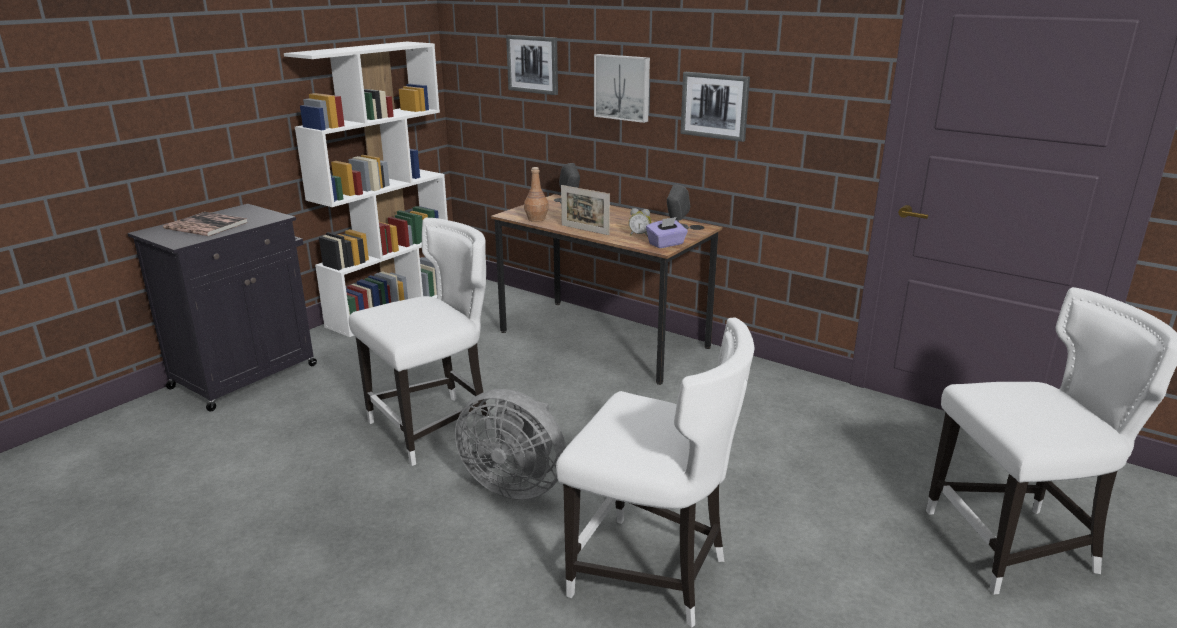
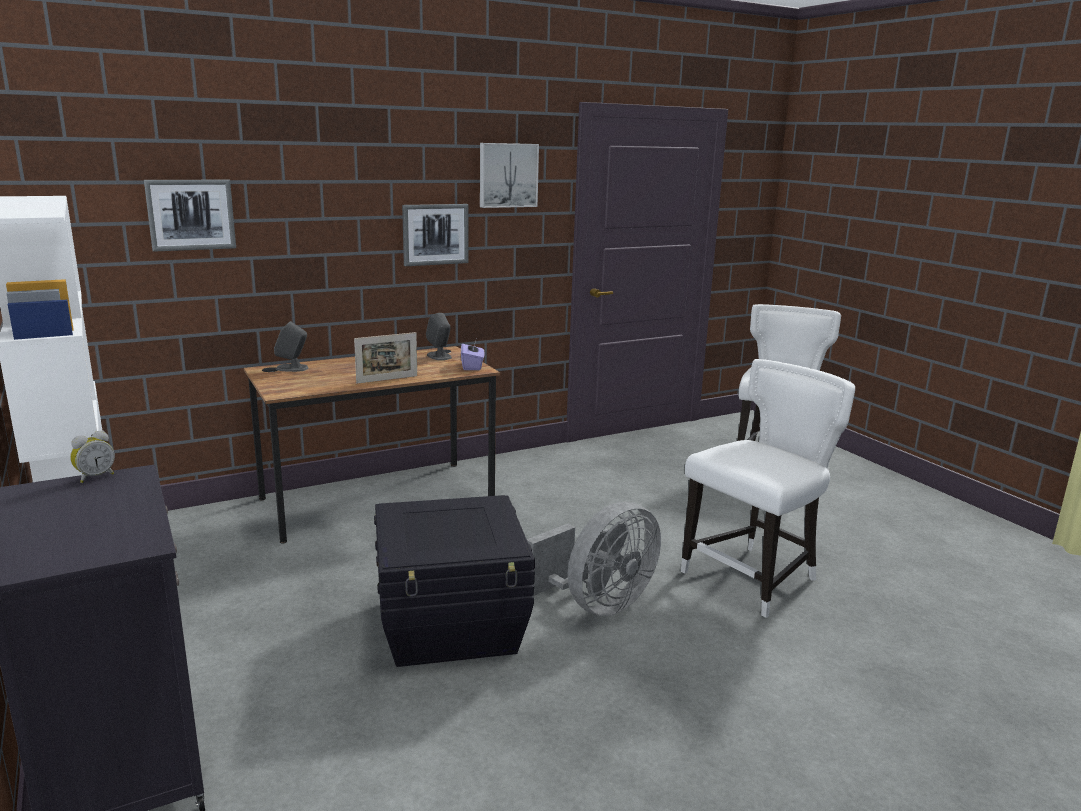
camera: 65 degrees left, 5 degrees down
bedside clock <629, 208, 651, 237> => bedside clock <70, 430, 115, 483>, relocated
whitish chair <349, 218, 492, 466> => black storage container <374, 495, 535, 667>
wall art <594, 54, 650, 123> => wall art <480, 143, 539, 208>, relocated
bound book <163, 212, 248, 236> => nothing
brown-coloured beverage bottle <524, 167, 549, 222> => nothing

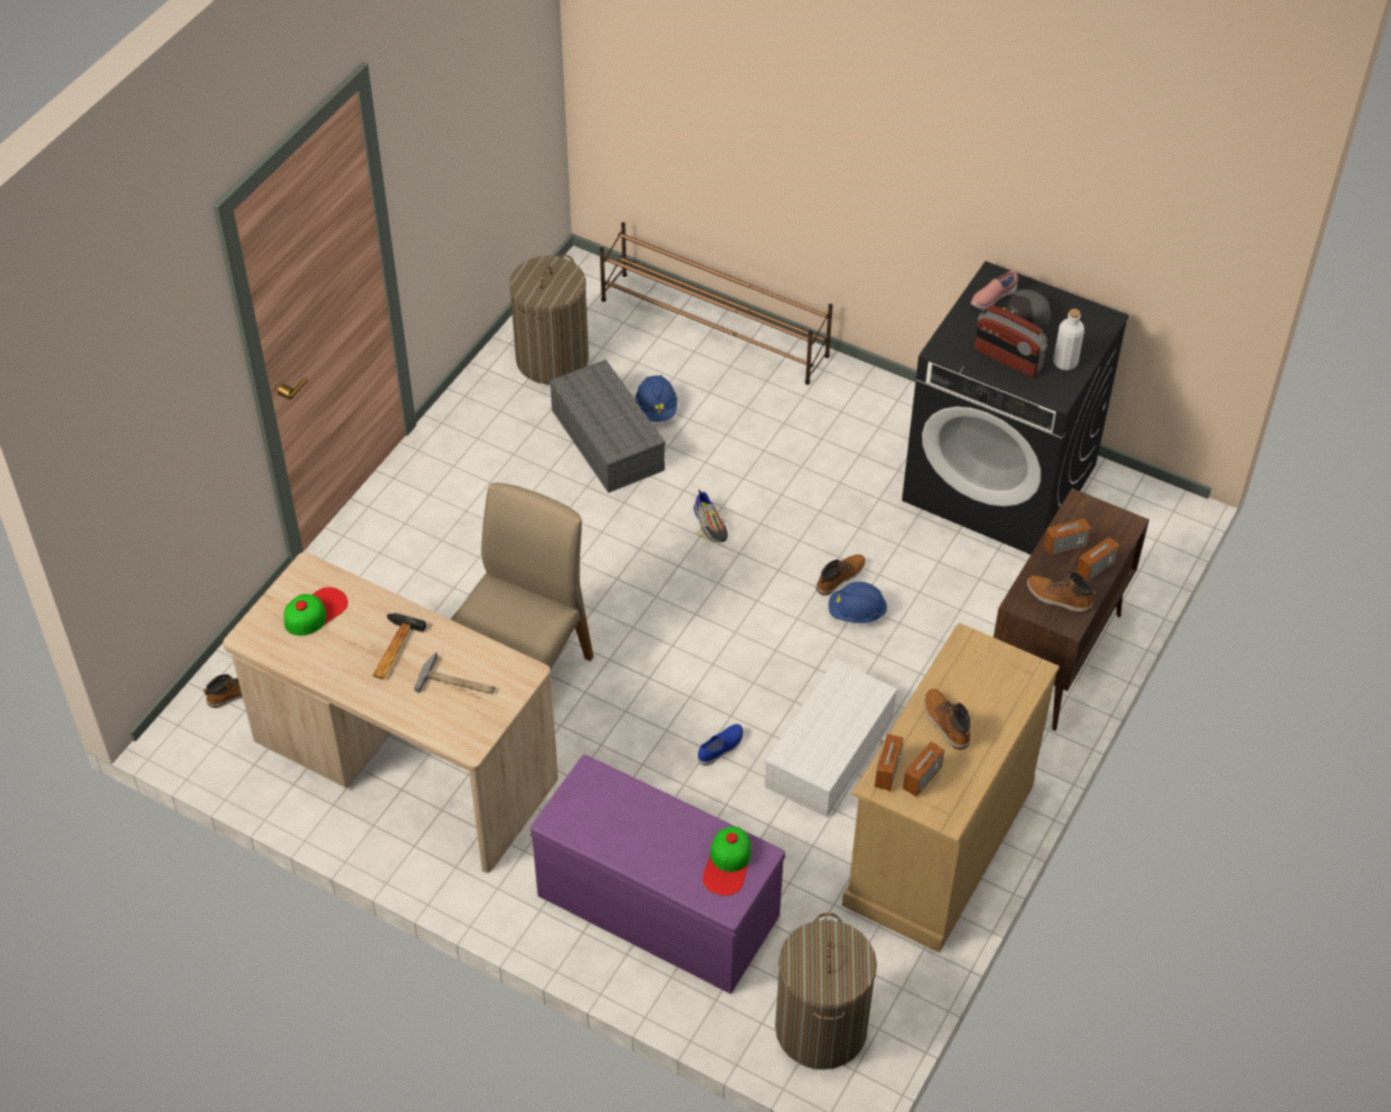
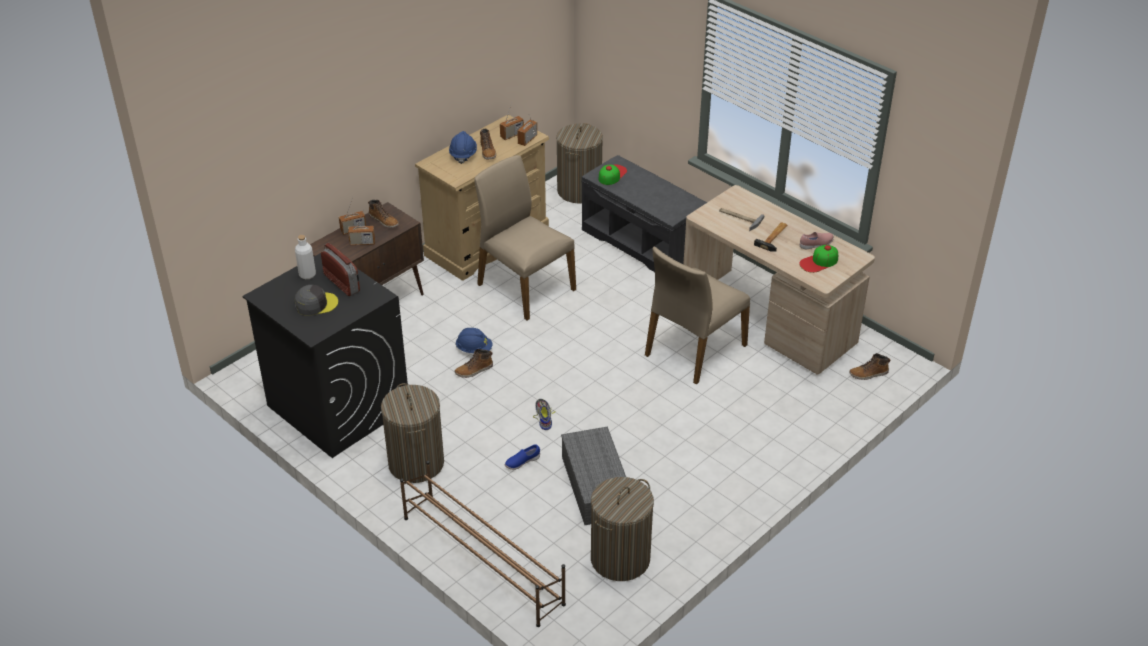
camera: 165 degrees left, 10 degrees down
nothing => laundry basket <381, 383, 444, 483>
blue safety helmet <635, 375, 677, 422> => blue safety helmet <449, 131, 477, 164>, relocated
whitish storage container <765, 659, 897, 818> => beige-coloured chair <474, 155, 576, 320>
blue item of footwear <698, 724, 743, 766> => blue item of footwear <505, 444, 540, 470>, relocated
purple bench <530, 755, 785, 994> => greyish bench <581, 155, 707, 272>
pink item of footwear <971, 271, 1018, 309> => pink item of footwear <800, 232, 834, 249>, relocated

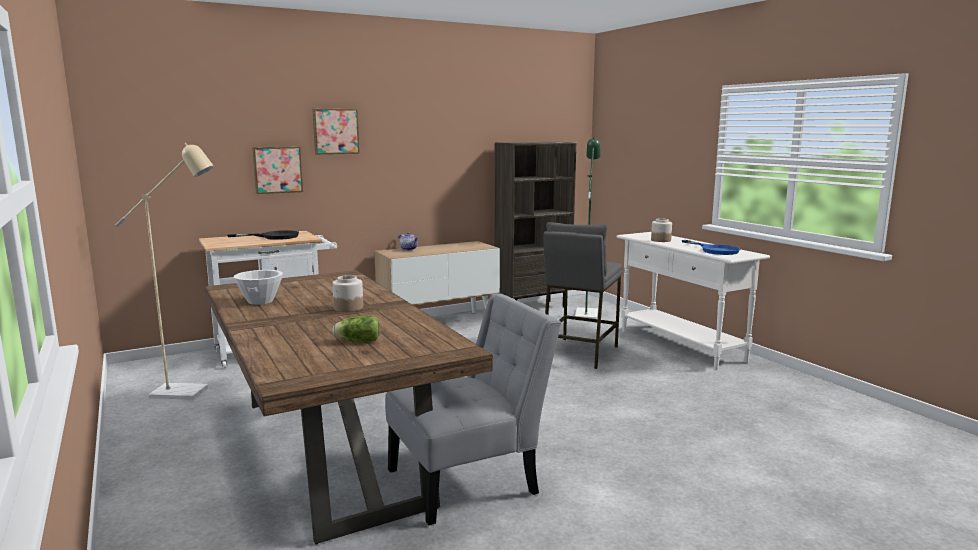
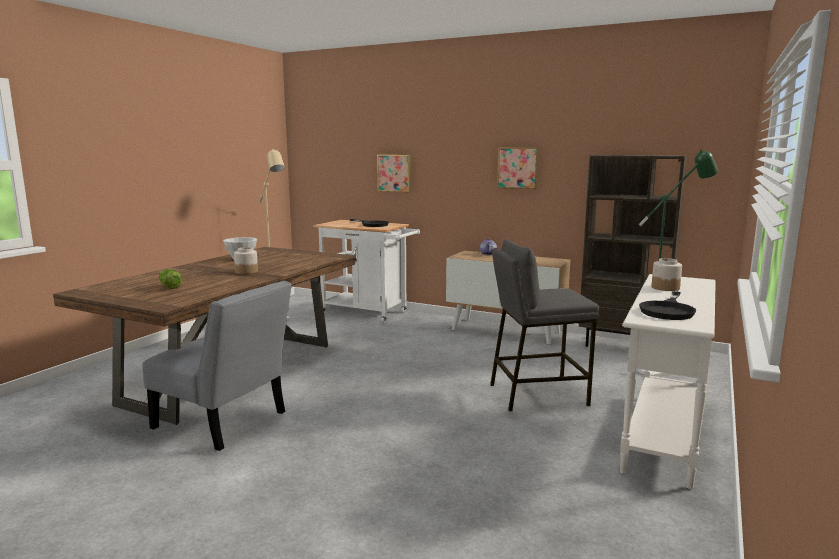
camera: 55 degrees right, 0 degrees up
wall art <312, 108, 360, 154> => wall art <497, 148, 539, 189>, relocated
blue skillet <682, 240, 740, 255> => black skillet <639, 291, 696, 320>

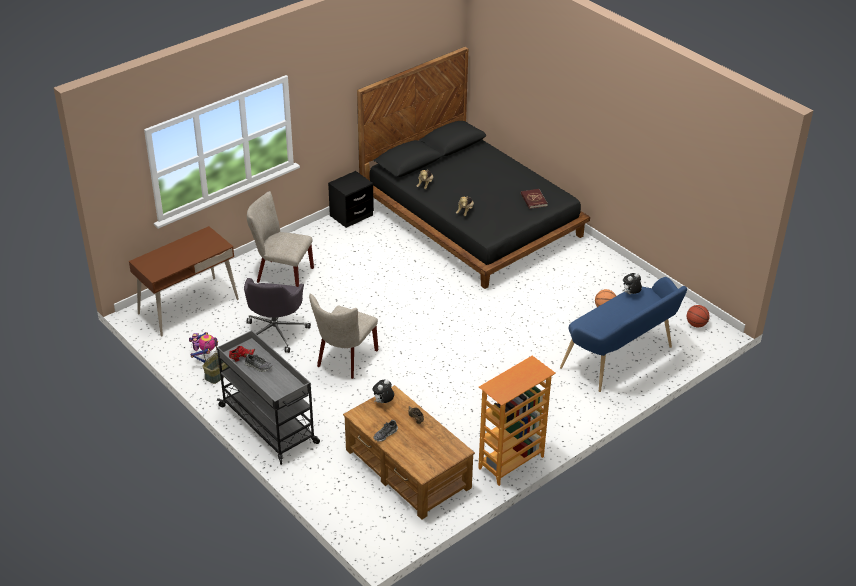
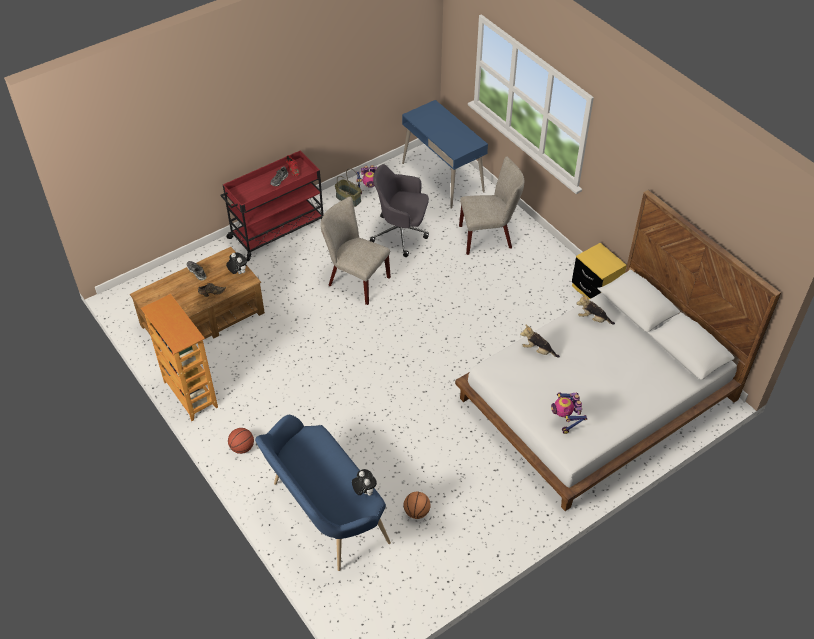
camera: 95 degrees right, 10 degrees up
greyish trolley <217, 330, 320, 465> => red-coloured trolley <220, 151, 323, 261>
basketball <687, 305, 710, 327> => basketball <228, 428, 254, 454>, relocated
brown-coloured desk <129, 226, 239, 337> => blue desk <402, 100, 488, 209>
black bed <357, 47, 590, 289> => whitish bed <455, 190, 781, 511>
beige-coloured chair <247, 191, 314, 287> => beige-coloured chair <459, 156, 524, 255>, 60 degrees clockwise
red-coloured bound book <521, 189, 548, 209> => toy robot <551, 392, 587, 434>
black bedside table <328, 171, 374, 228> => yellow-coloured bedside table <572, 243, 627, 299>

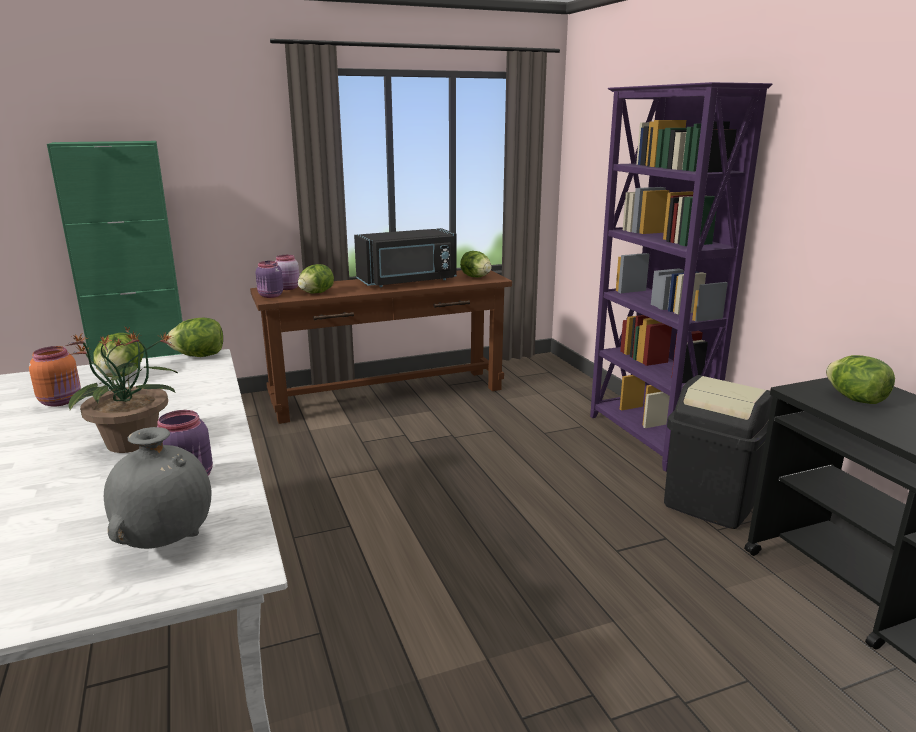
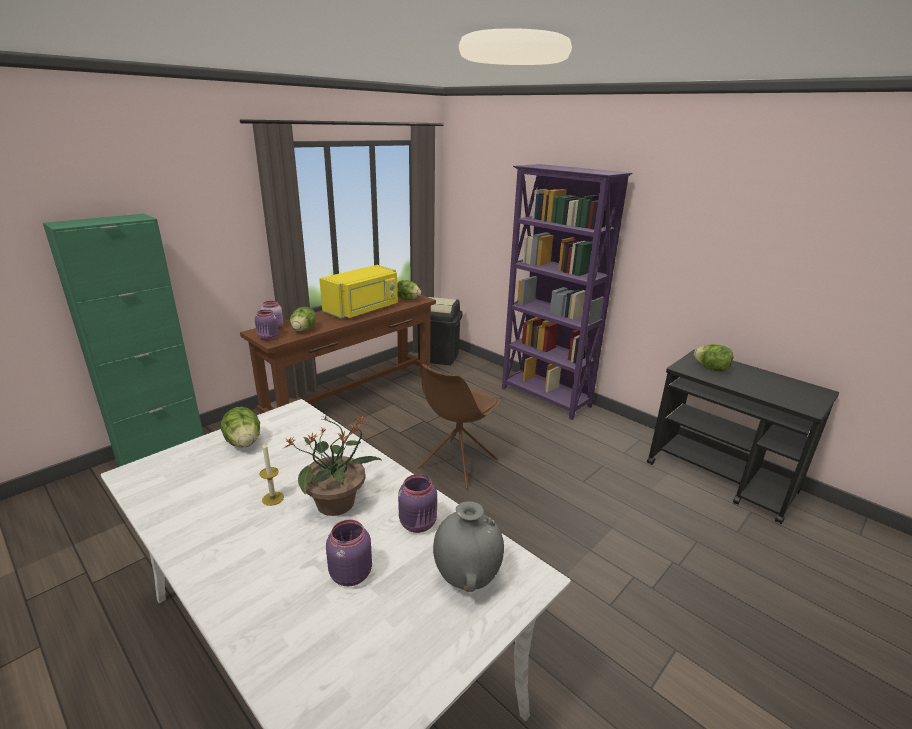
camera: 25 degrees left, 5 degrees up
nothing => wax light <260, 442, 284, 506>
black microwave <354, 228, 457, 287> => yellow-coloured microwave <319, 265, 398, 318>
nothing => purple jar <326, 520, 372, 587>
black trash can <664, 375, 773, 529> => black trash can <417, 297, 462, 365>, relocated
nothing => brown-coloured chair <418, 364, 500, 489>
orangey jar <29, 346, 81, 407> => nothing
lettuce head <167, 317, 223, 357> => nothing

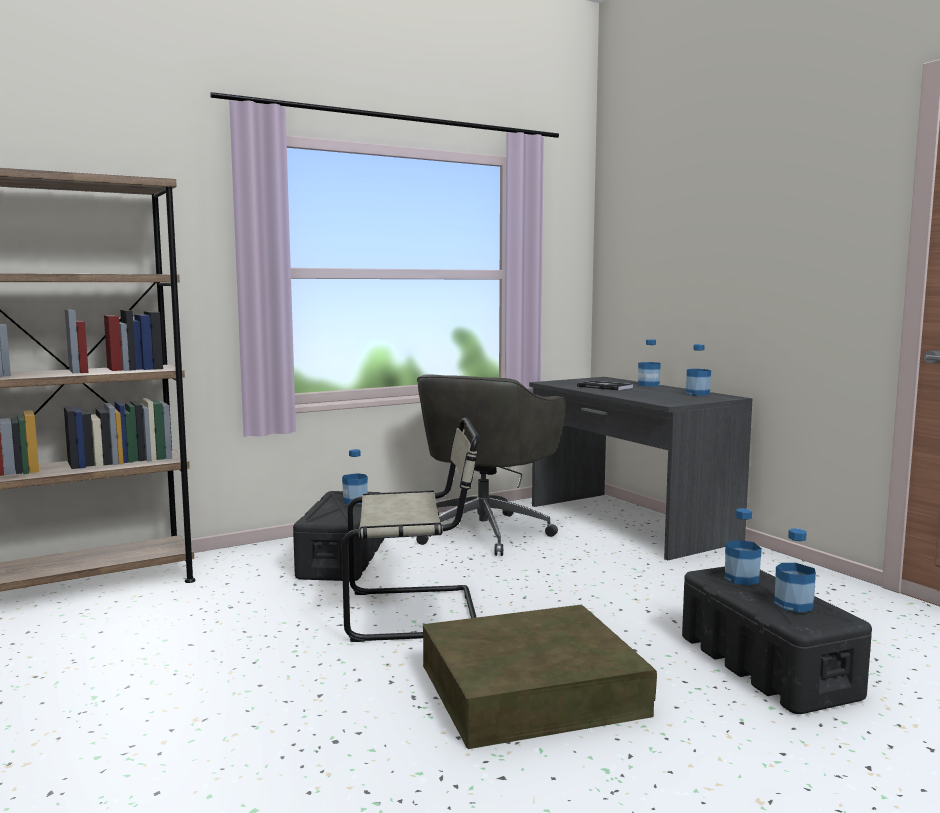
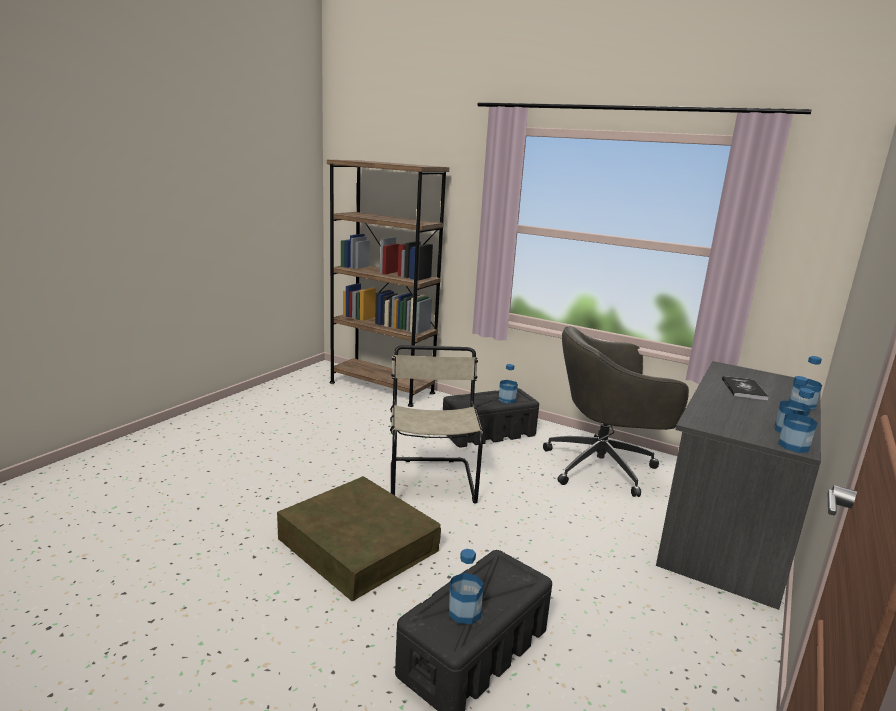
camera: 60 degrees right, 10 degrees up
beige-coloured chair <342, 418, 479, 642> => beige-coloured chair <390, 345, 484, 503>, 150 degrees counterclockwise
beverage bottle <725, 508, 762, 585> => beverage bottle <778, 388, 817, 453>, relocated

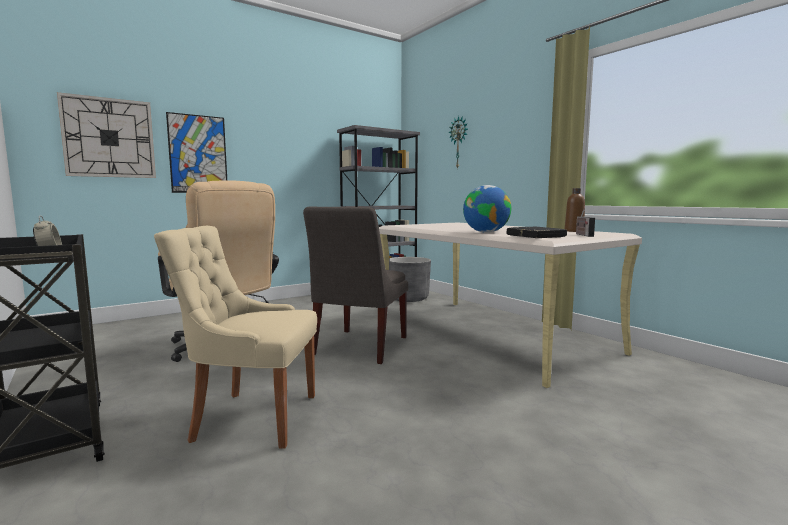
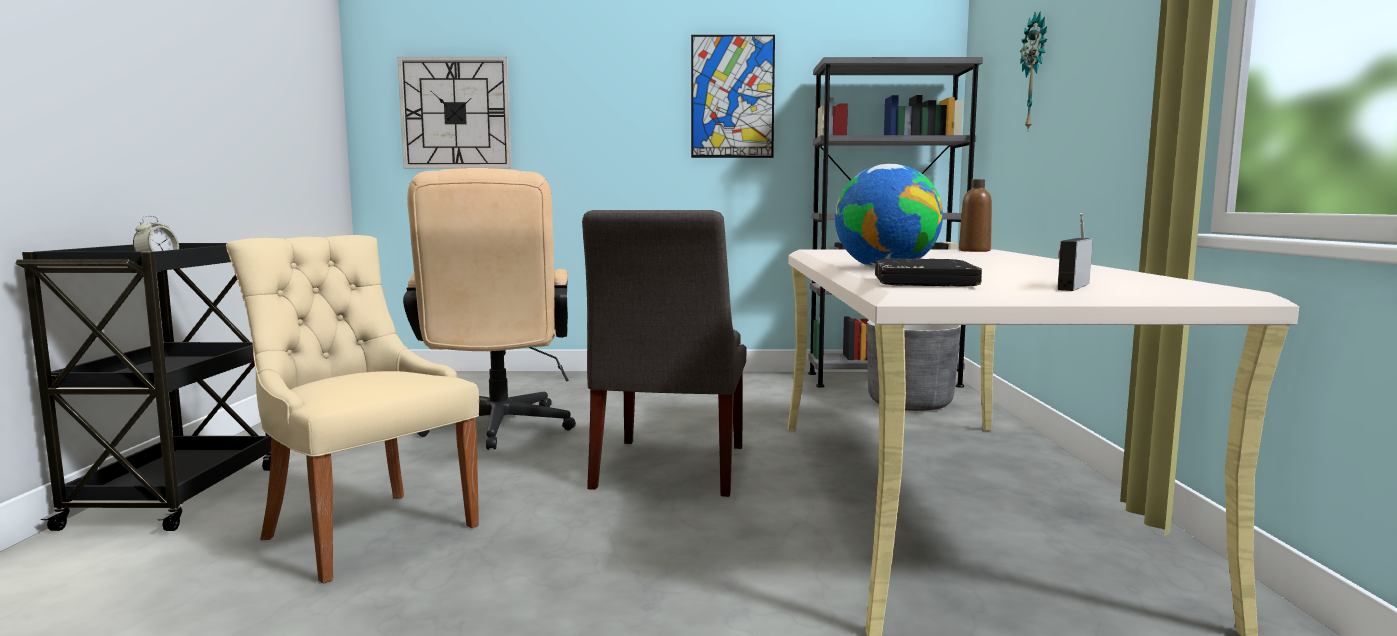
camera: 35 degrees right, 0 degrees up
greyish chair <303, 207, 408, 364> => greyish chair <582, 210, 746, 497>, 45 degrees counterclockwise
wall art <166, 112, 227, 193> => wall art <691, 35, 775, 158>, relocated
brown-coloured beverage bottle <565, 188, 585, 232> => brown-coloured beverage bottle <959, 179, 992, 252>, relocated

